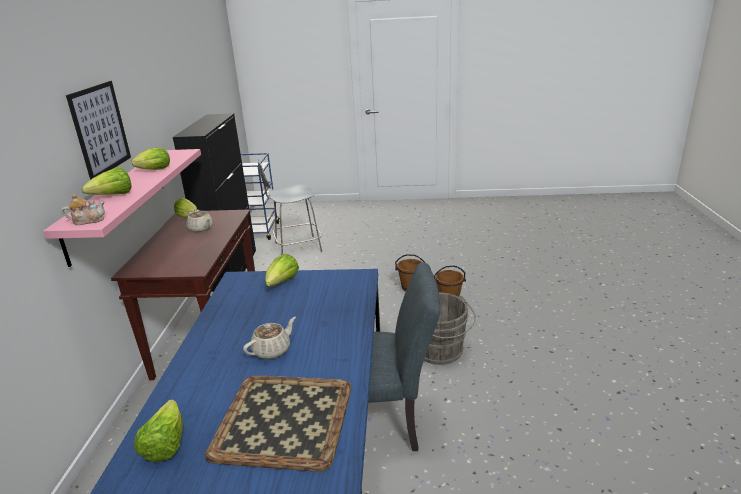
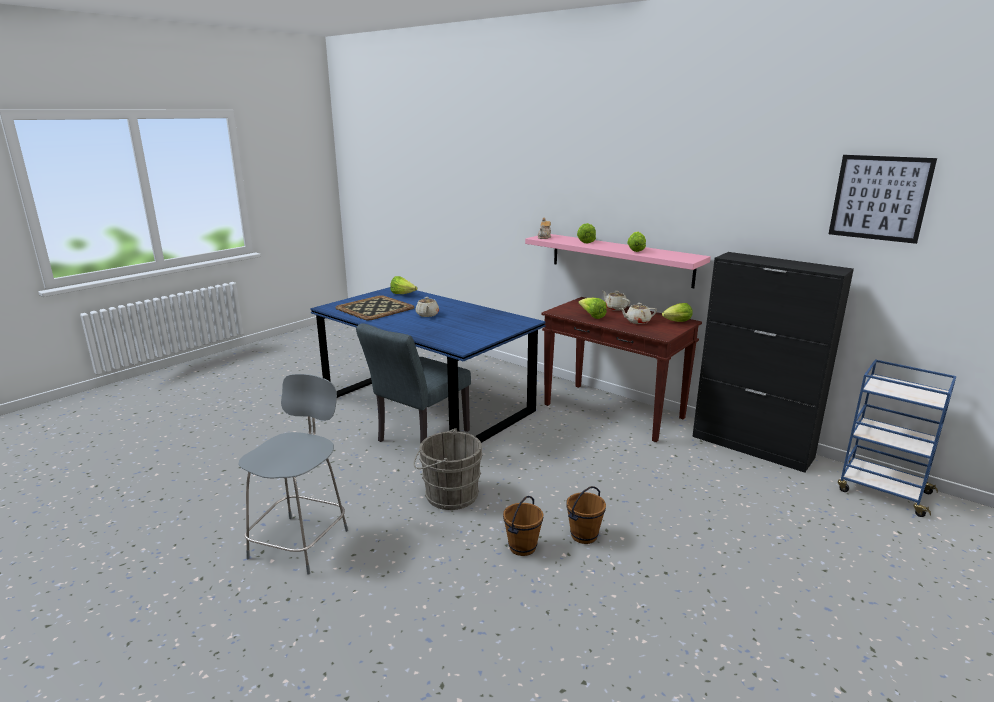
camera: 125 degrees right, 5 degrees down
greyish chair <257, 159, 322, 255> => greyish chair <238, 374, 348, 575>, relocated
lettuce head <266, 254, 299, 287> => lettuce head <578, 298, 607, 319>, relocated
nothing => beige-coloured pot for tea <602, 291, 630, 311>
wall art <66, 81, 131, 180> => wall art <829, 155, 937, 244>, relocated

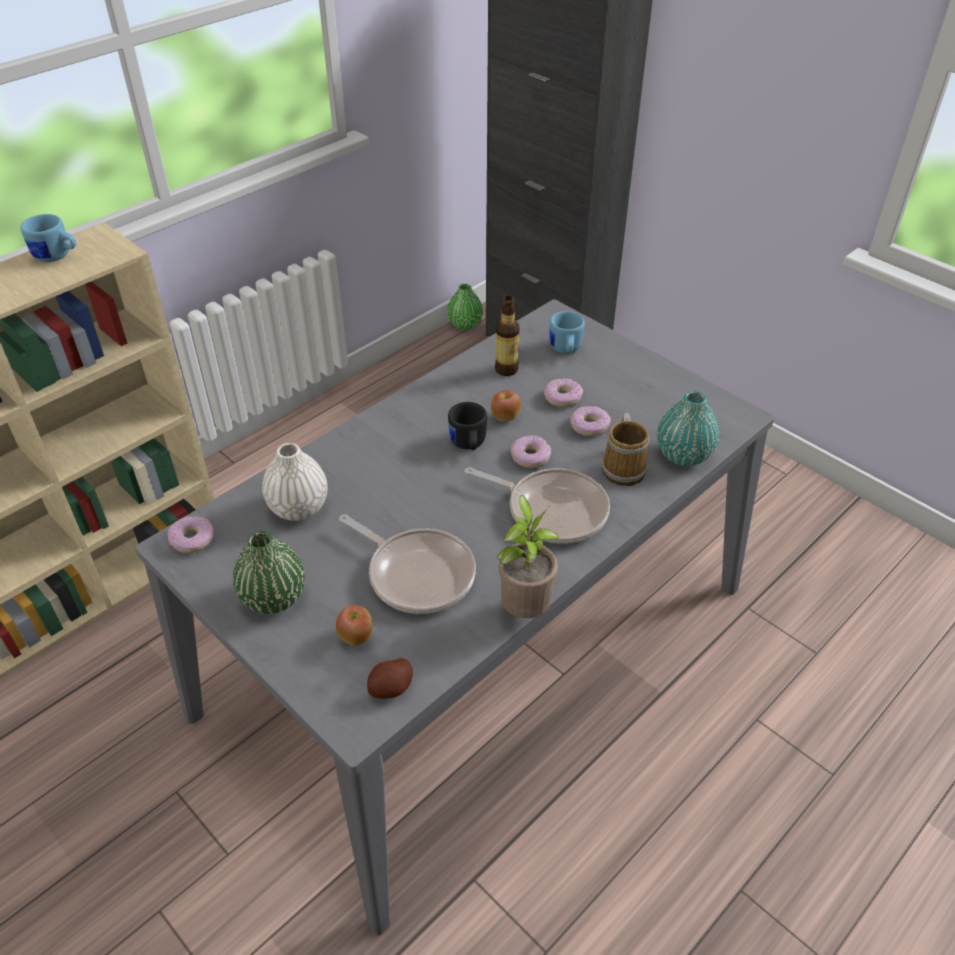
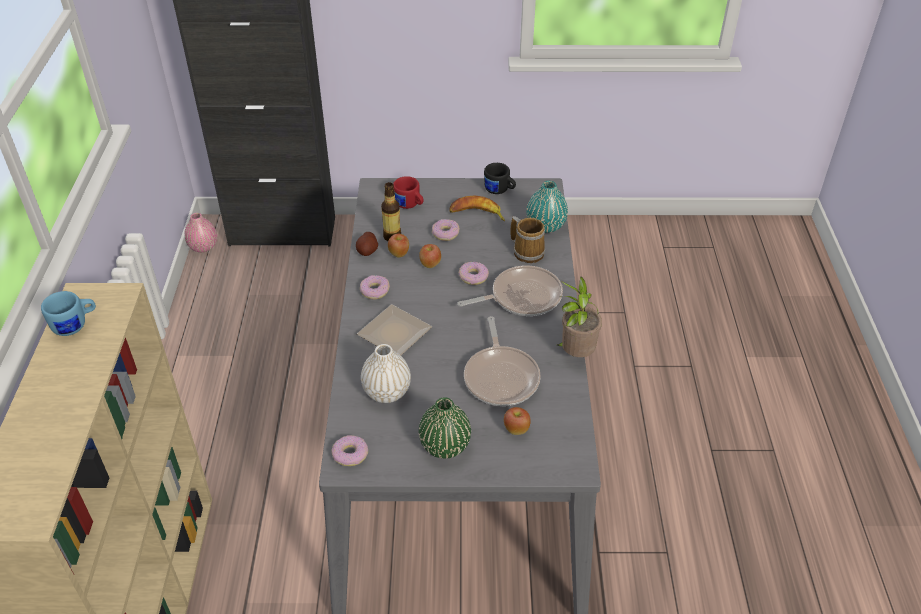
camera: 45 degrees left, 0 degrees up
green flower vase <447, 284, 483, 330> => pink flower vase <184, 213, 217, 252>
spud <367, 658, 413, 699> => spud <356, 232, 378, 256>, relocated
nothing => flat dish <357, 304, 432, 355>
doughnut <570, 406, 611, 436> => doughnut <360, 275, 390, 299>, relocated
nothing => apple <388, 234, 409, 257>
blue coffee mug <550, 311, 585, 353> => red-coloured coffee mug <393, 176, 424, 209>
nothing => banana fruit <449, 196, 505, 221>
skillet <339, 514, 476, 614> => skillet <464, 316, 541, 406>, 90 degrees clockwise
black coffee mug <448, 402, 487, 450> => black coffee mug <484, 163, 516, 194>, relocated

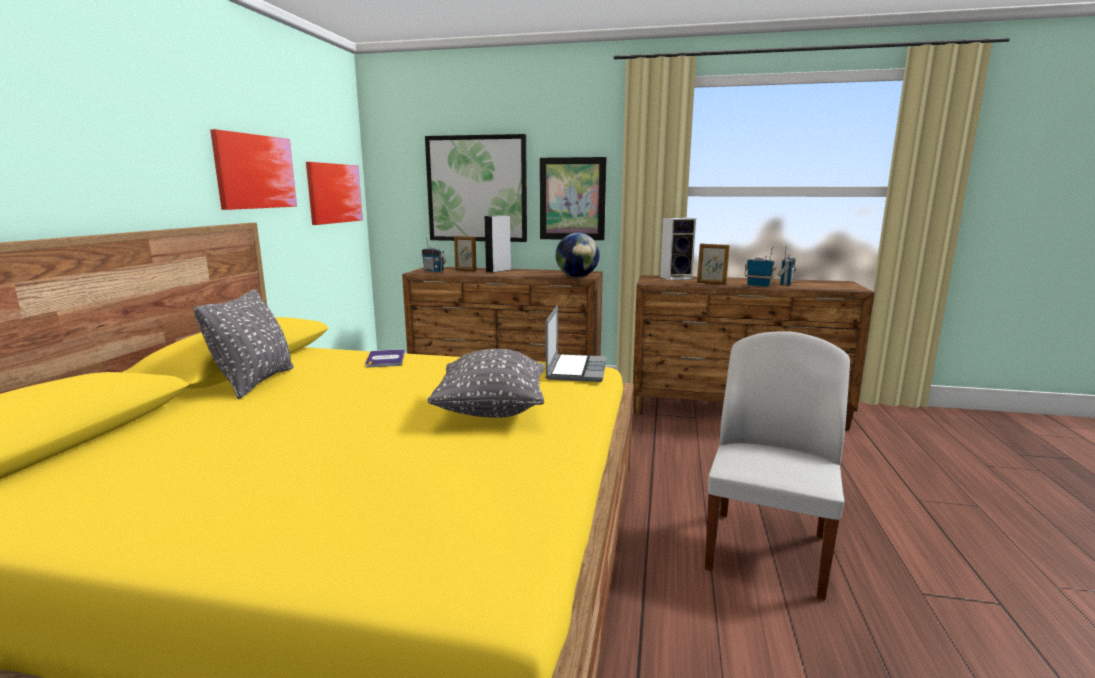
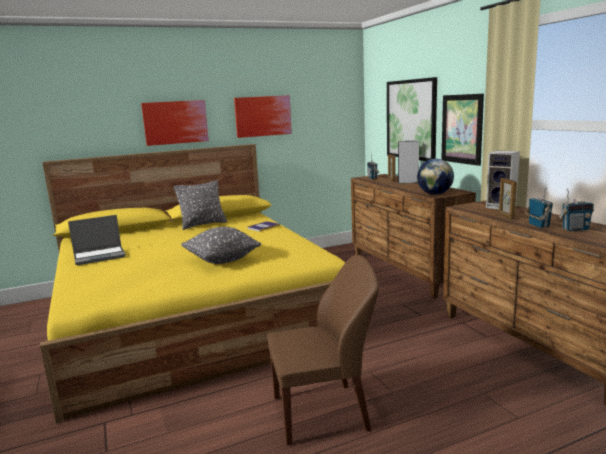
camera: 55 degrees right, 0 degrees up
notebook computer <545, 305, 607, 382> => notebook computer <68, 215, 126, 265>, relocated
wall art <306, 162, 363, 225> => wall art <141, 100, 209, 146>, relocated
whitish chair <705, 331, 850, 600> => brown-coloured chair <267, 255, 379, 445>

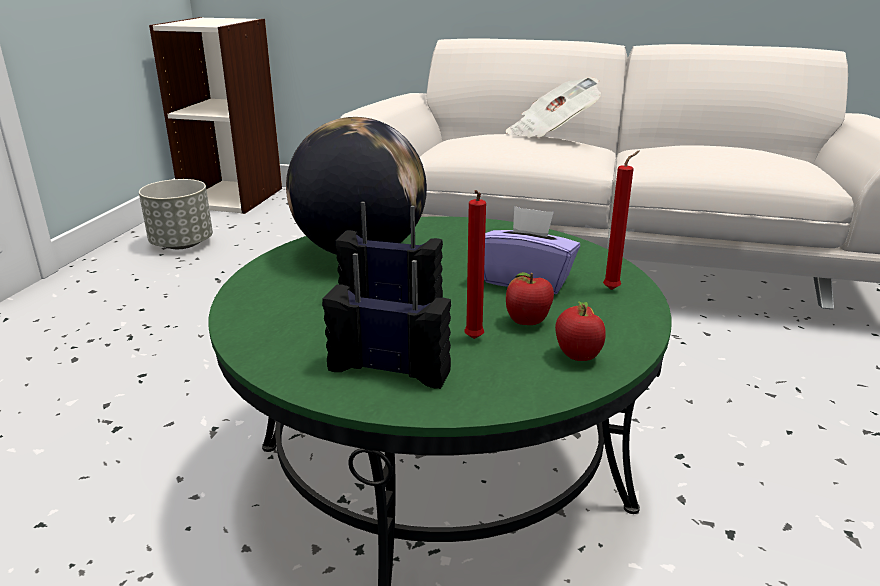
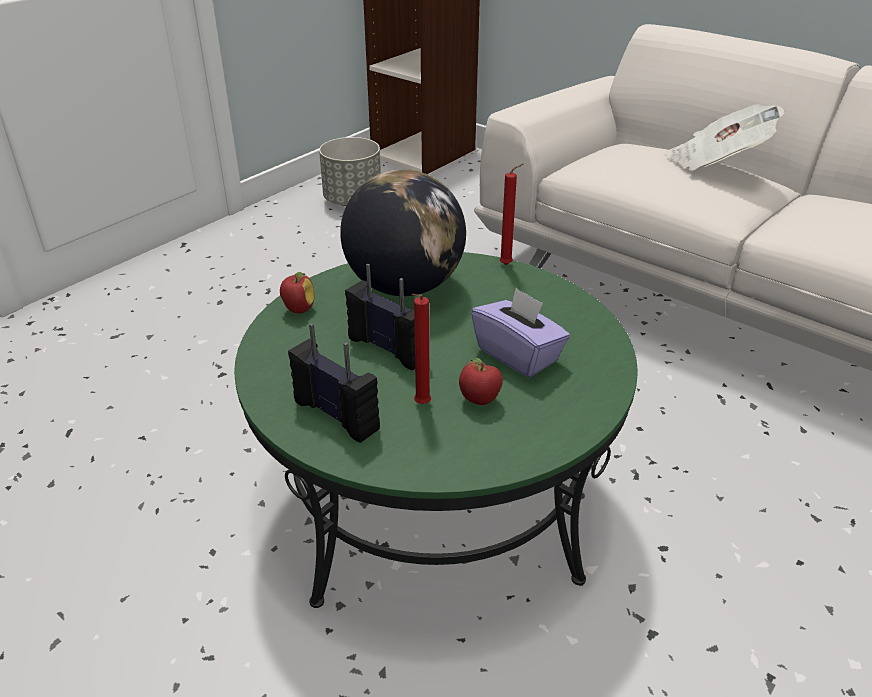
camera: 25 degrees right, 10 degrees up
apple <555, 302, 606, 361> => apple <280, 272, 314, 313>, relocated
red-coloured wax light <603, 150, 640, 290> => red-coloured wax light <499, 164, 523, 265>, relocated

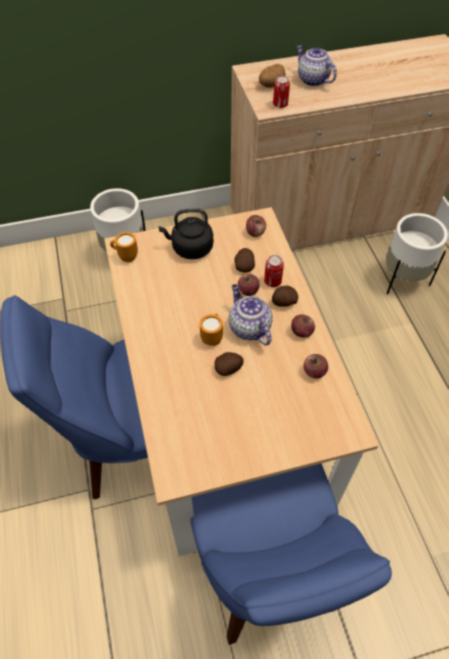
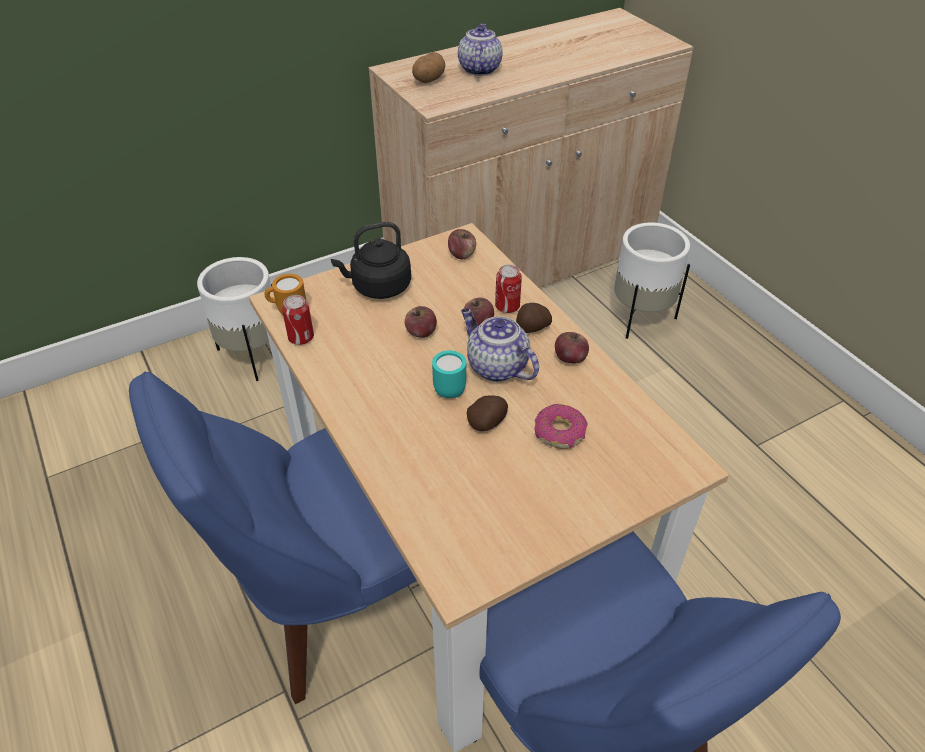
camera: 15 degrees left, 10 degrees down
metal can <273, 76, 290, 108> => metal can <282, 295, 314, 345>, relocated
apple <304, 354, 328, 378> => apple <405, 306, 437, 338>, relocated
orangey coffee mug <200, 314, 223, 346> => turquoise-coloured coffee mug <432, 350, 466, 398>
pot for tea <296, 45, 337, 86> => pot for tea <458, 23, 502, 76>, 60 degrees clockwise
nothing => doughnut <534, 404, 588, 449>
spud <234, 248, 255, 272> => nothing

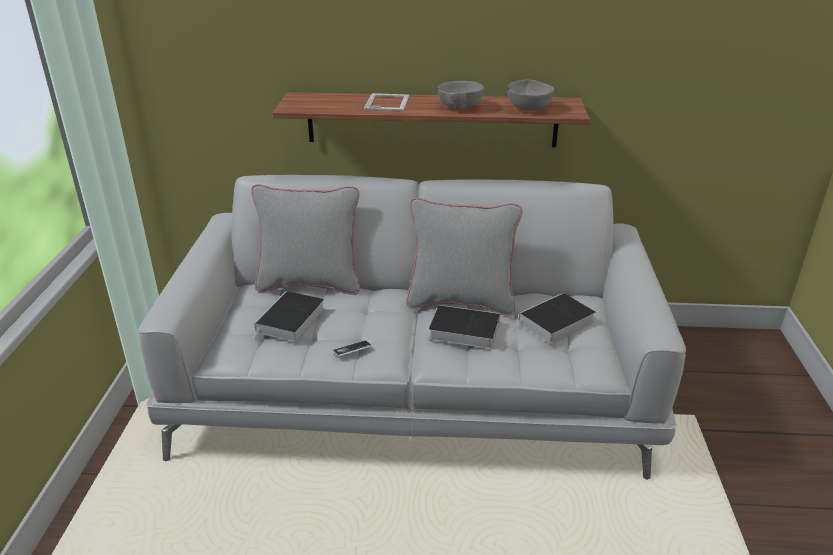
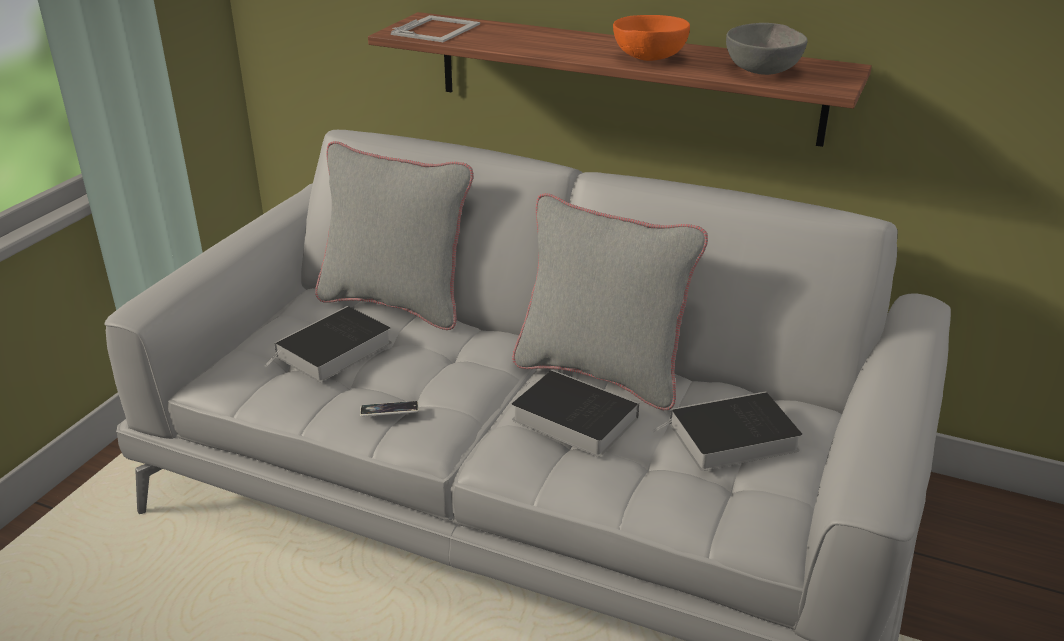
camera: 20 degrees right, 0 degrees up
picture frame <364, 93, 410, 111> => picture frame <391, 15, 480, 42>, relocated
greyish deep dish <438, 81, 484, 109> => orangey deep dish <613, 15, 690, 61>

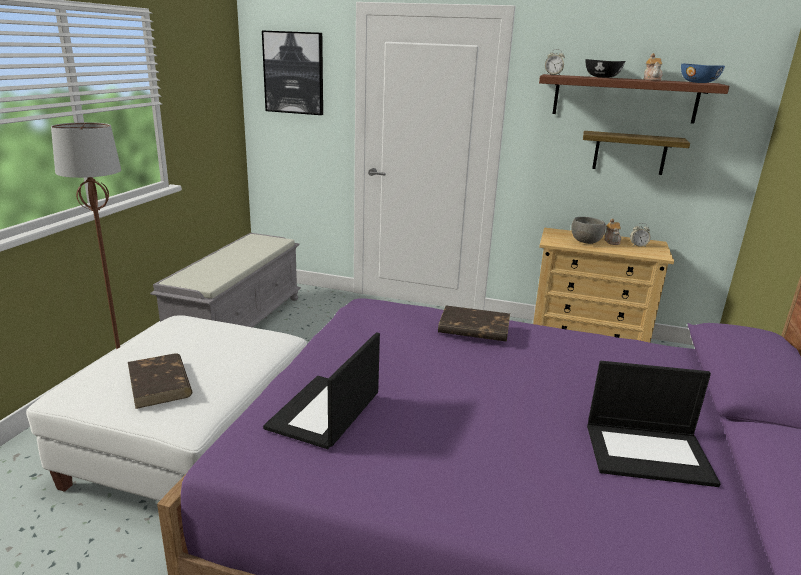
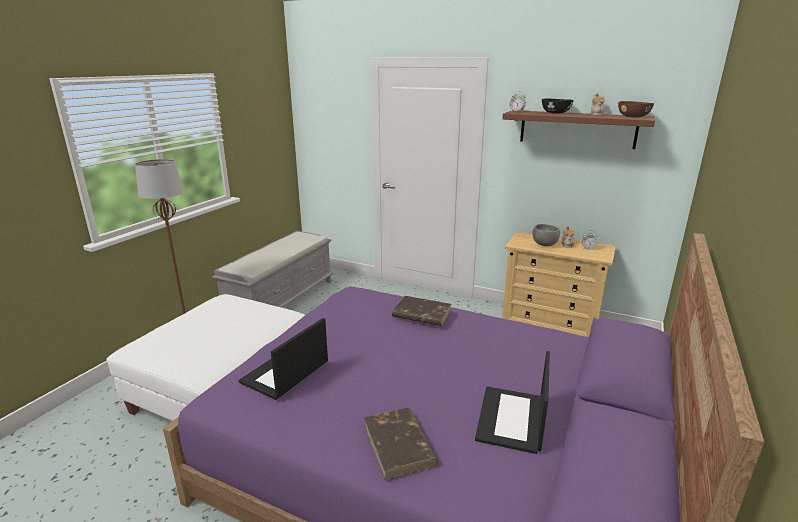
camera: 10 degrees right, 0 degrees up
brown-coloured bound book <128, 353, 192, 409> => brown-coloured bound book <364, 408, 438, 480>, relocated
notebook computer <587, 361, 721, 487> => notebook computer <475, 351, 550, 454>, 90 degrees clockwise
blue deep dish <681, 64, 725, 83> => brown-coloured deep dish <618, 101, 654, 117>
wall art <262, 31, 323, 115> => nothing
bracket shelf <583, 131, 690, 175> => nothing

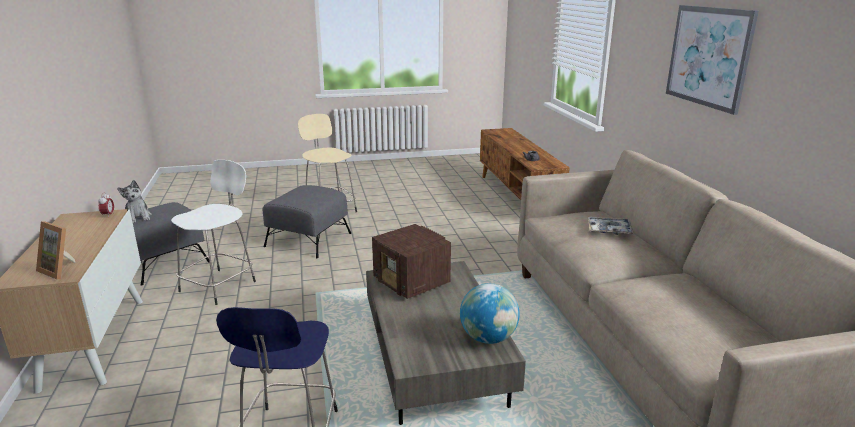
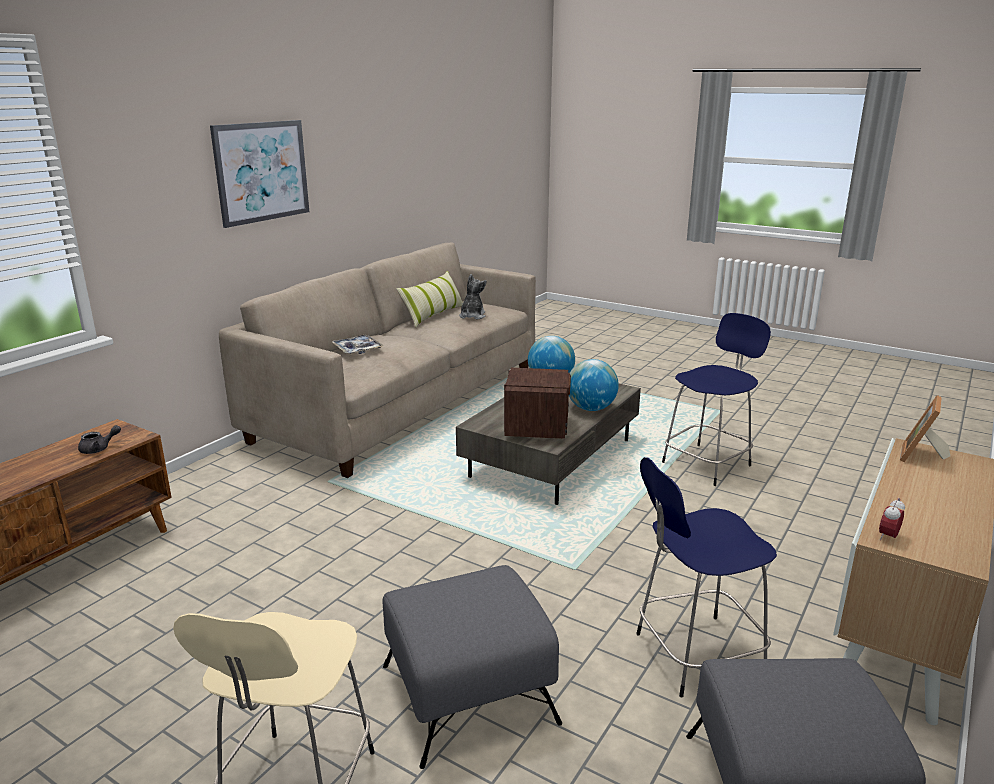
camera: 135 degrees left, 0 degrees up
nothing => pillow <396, 271, 463, 328>
soft toy <117, 180, 152, 223> => soft toy <459, 274, 487, 320>, relocated
nothing => desk globe <569, 359, 619, 411>
whitish stool seat <171, 160, 256, 305> => blue stool seat <636, 457, 777, 698>
picture frame <36, 221, 76, 280> => picture frame <900, 395, 950, 462>, 135 degrees counterclockwise

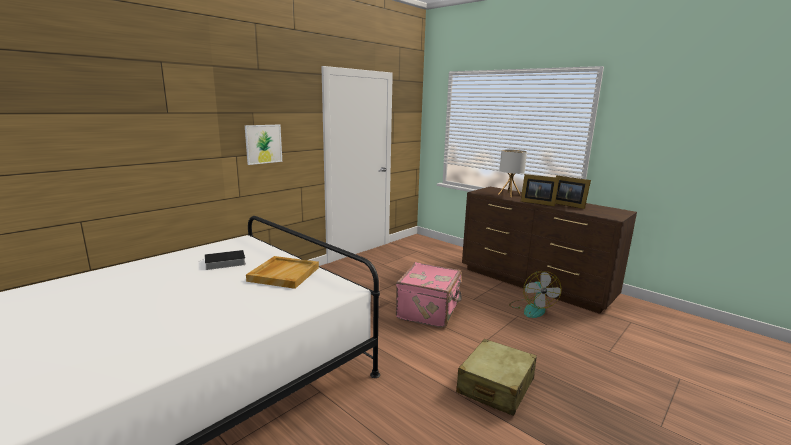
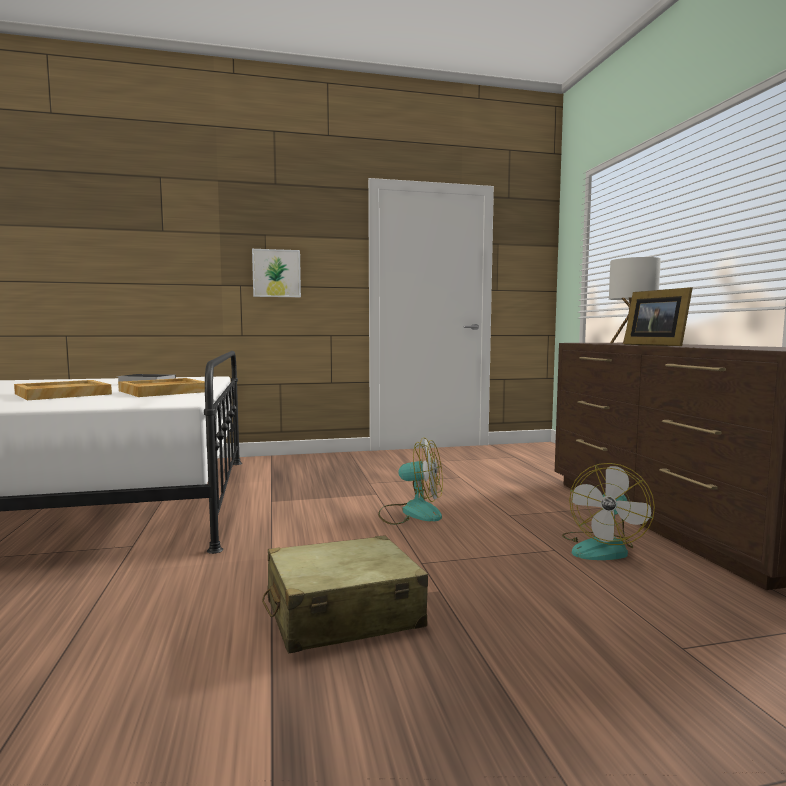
camera: 35 degrees right, 10 degrees down
nothing => beige-coloured tray <14, 380, 112, 400>
pink suitcase <396, 262, 462, 328> => electric fan <378, 437, 443, 525>
picture frame <555, 175, 591, 209> => nothing

